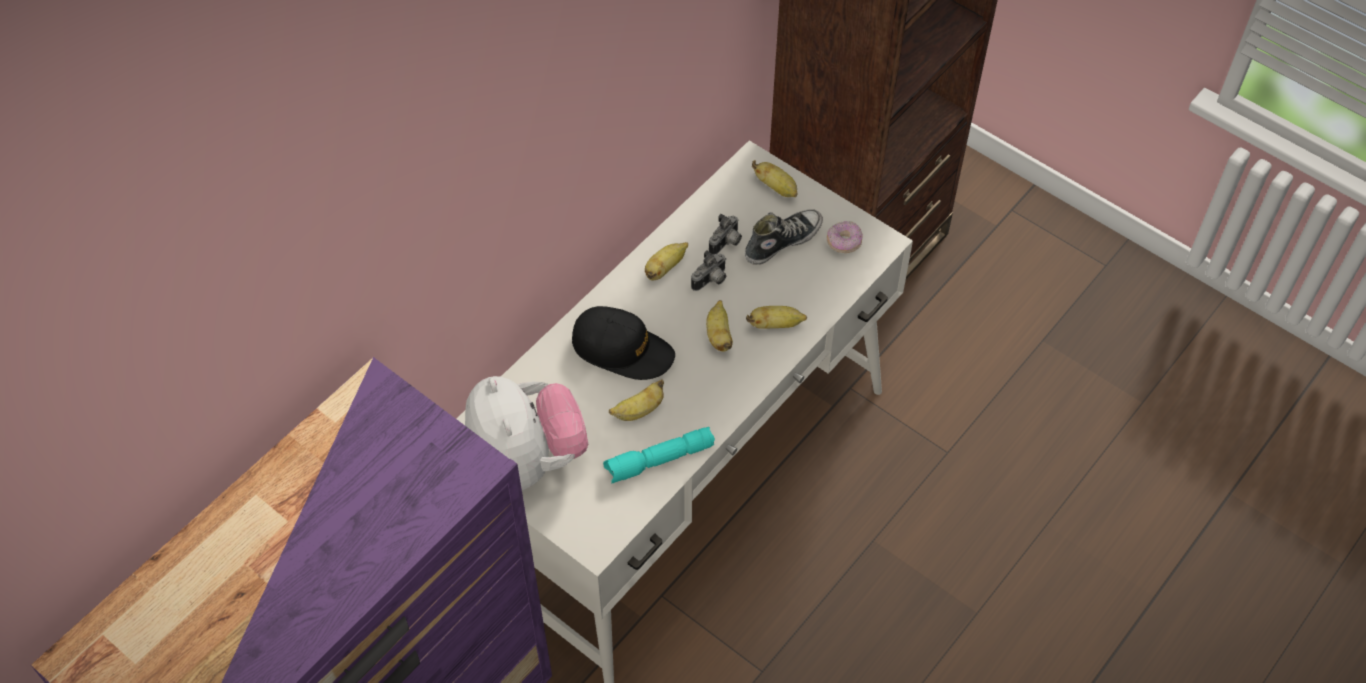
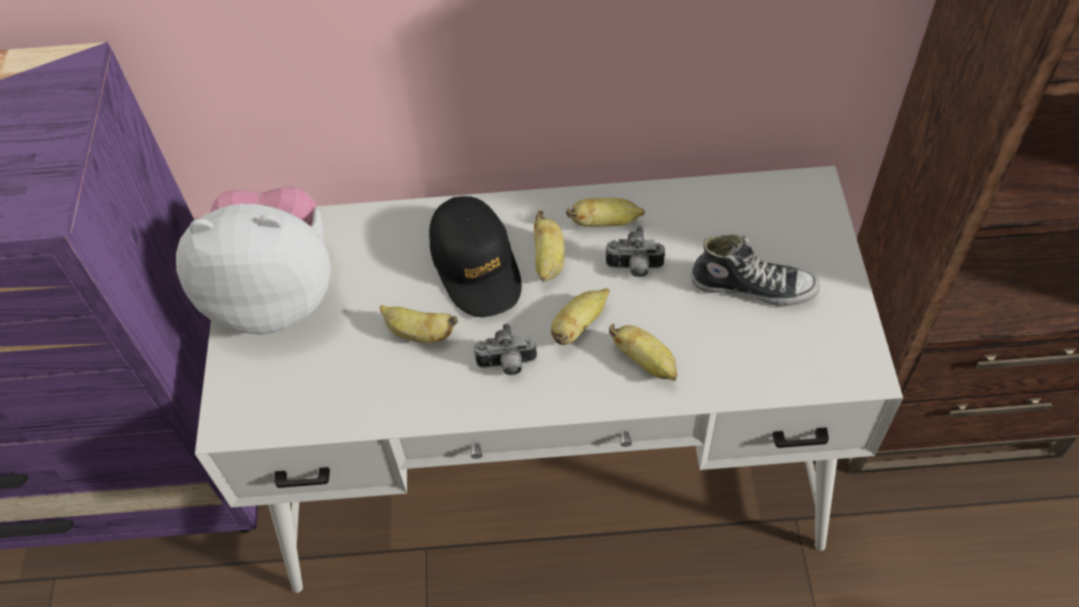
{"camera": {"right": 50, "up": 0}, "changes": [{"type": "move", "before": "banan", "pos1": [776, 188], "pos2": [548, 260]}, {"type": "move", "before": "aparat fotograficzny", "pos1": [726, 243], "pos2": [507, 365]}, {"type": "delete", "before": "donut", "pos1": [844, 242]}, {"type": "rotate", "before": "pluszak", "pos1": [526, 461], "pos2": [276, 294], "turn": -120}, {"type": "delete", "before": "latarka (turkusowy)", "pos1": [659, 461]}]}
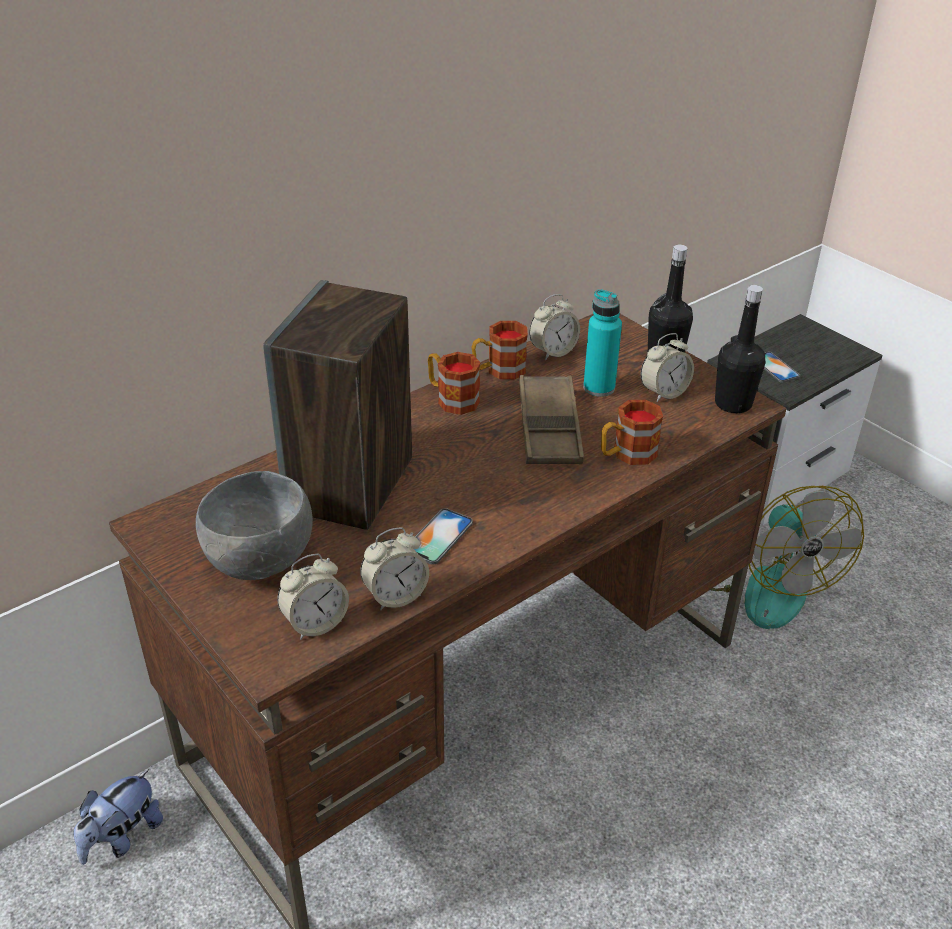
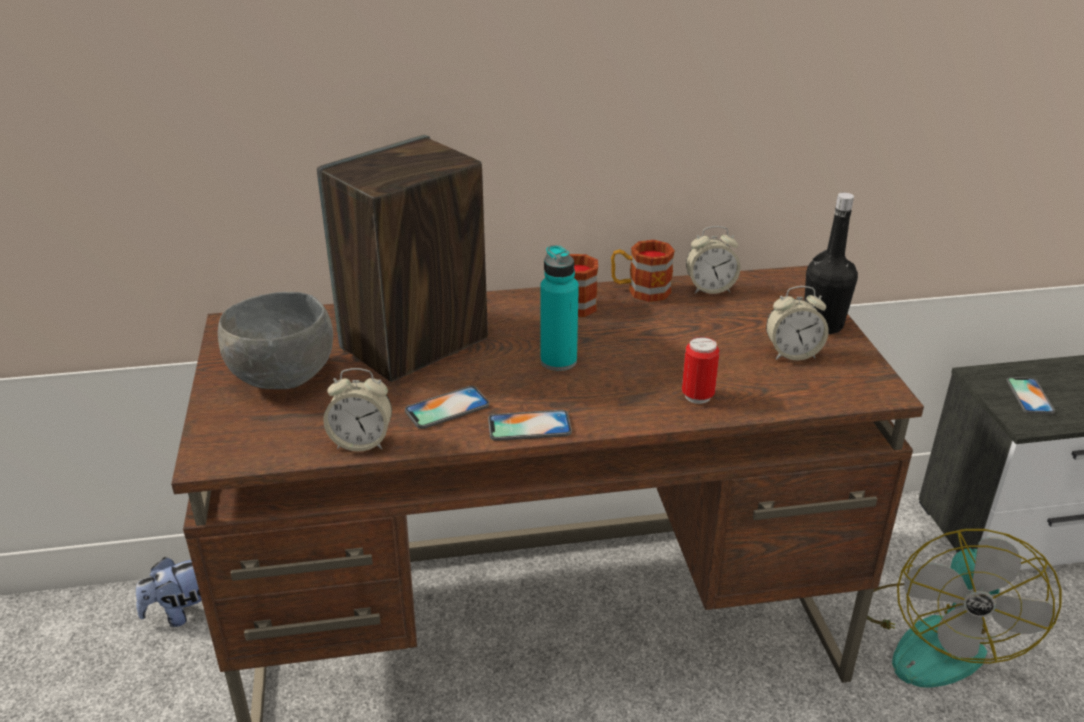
{"camera": {"right": 30, "up": -5}, "changes": [{"type": "delete", "before": "butelka (czarny)", "pos1": [733, 403]}, {"type": "move", "before": "butelka (turkusowy)", "pos1": [599, 388], "pos2": [558, 361]}, {"type": "delete", "before": "taca (brązowy)", "pos1": [549, 427]}, {"type": "replace", "before": "kubek", "after": "puszka", "pos1": [627, 454], "pos2": [697, 396]}, {"type": "delete", "before": "budzik", "pos1": [315, 623]}, {"type": "insert", "after": "telefon", "pos2": [529, 426]}]}
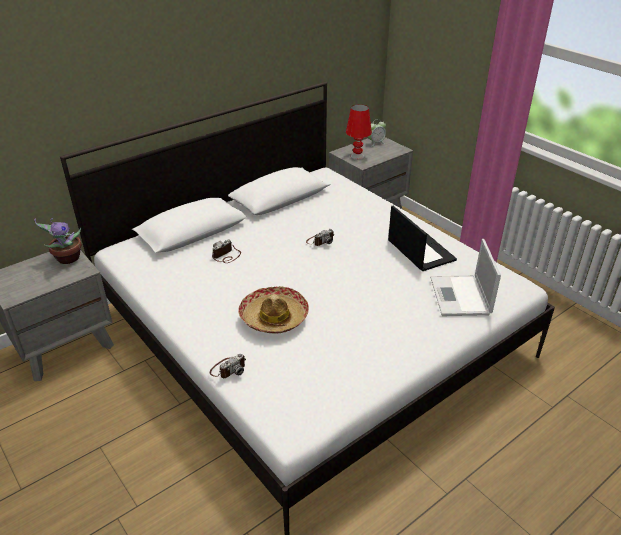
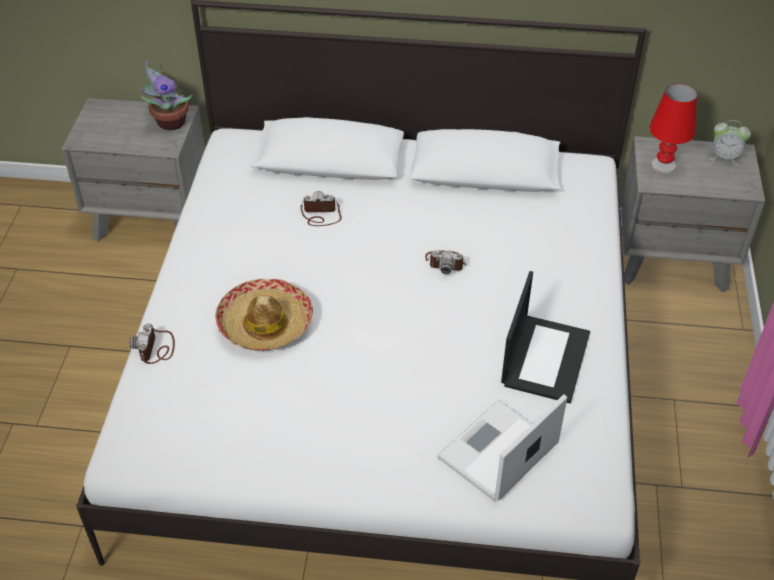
{"camera": {"right": 45, "up": 10}, "changes": [{"type": "rotate", "before": "aparat fotograficzny", "pos1": [228, 369], "pos2": [156, 348], "turn": 90}]}
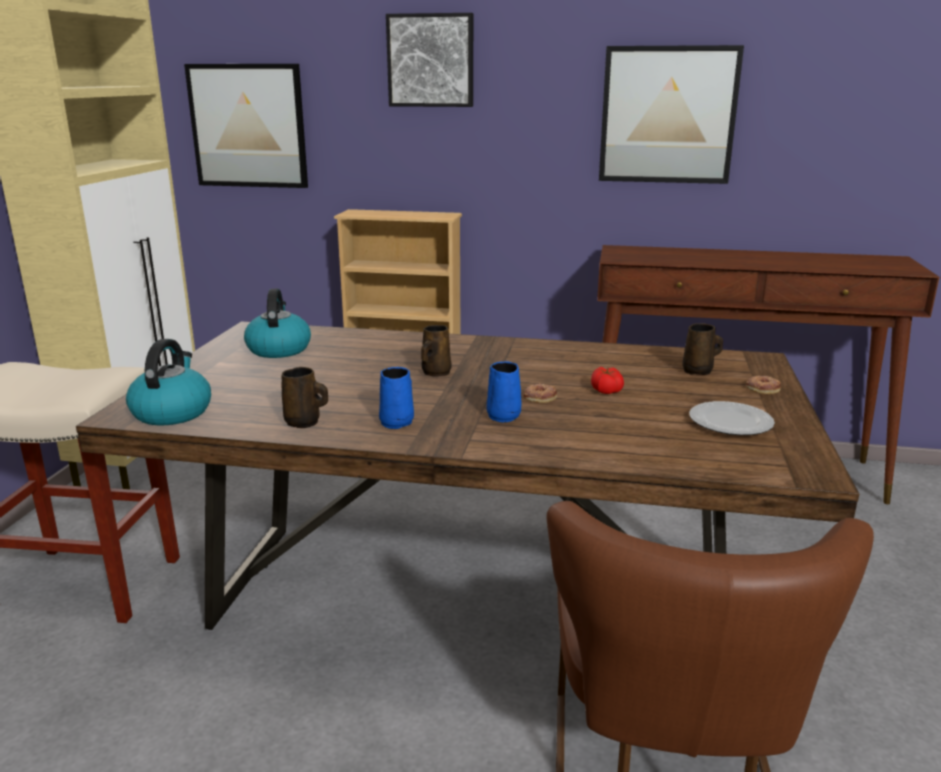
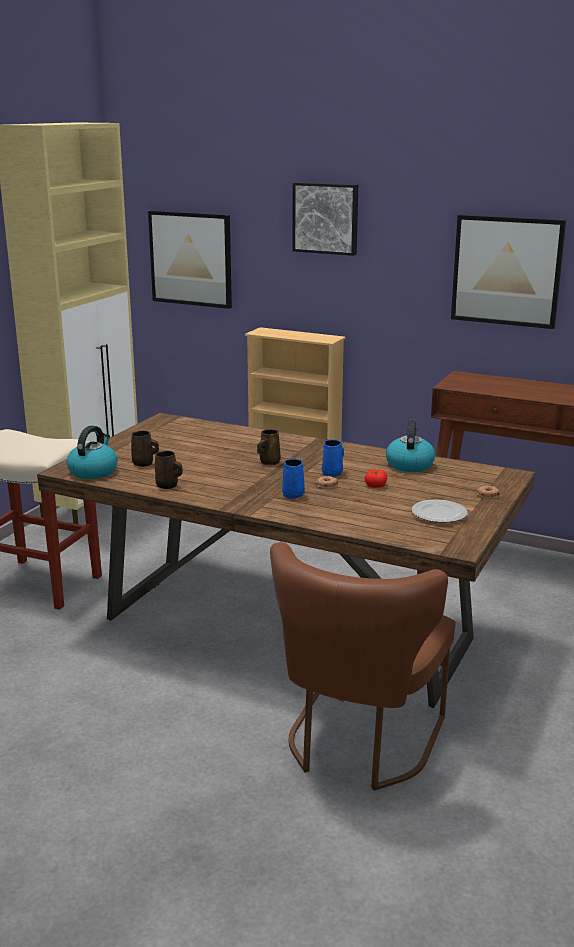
{"camera": {"right": 15, "up": 0}, "changes": [{"type": "move", "before": "czajnik", "pos1": [278, 349], "pos2": [409, 464]}, {"type": "move", "before": "kubek (brązowy)", "pos1": [699, 371], "pos2": [144, 464]}, {"type": "move", "before": "kubek (niebieski)", "pos1": [398, 422], "pos2": [333, 473]}]}
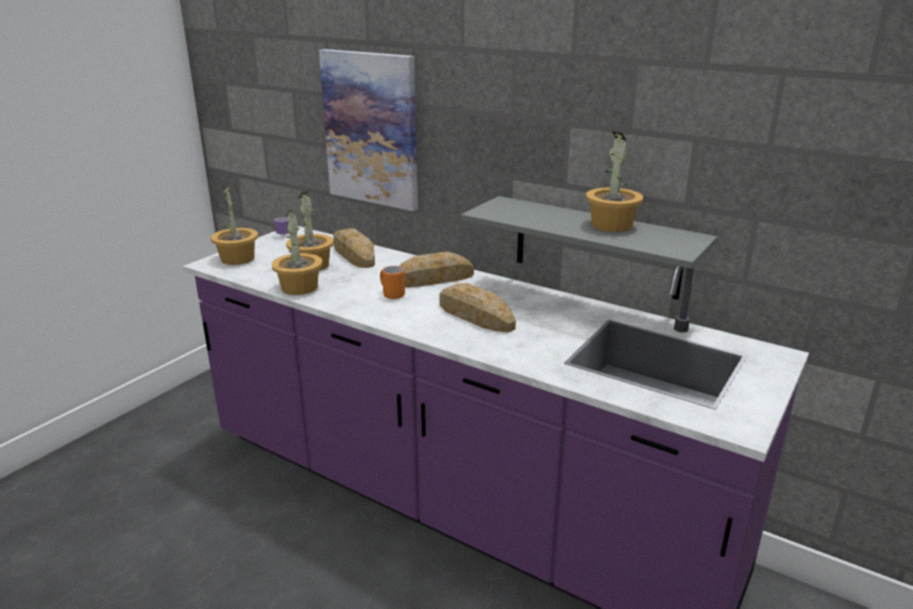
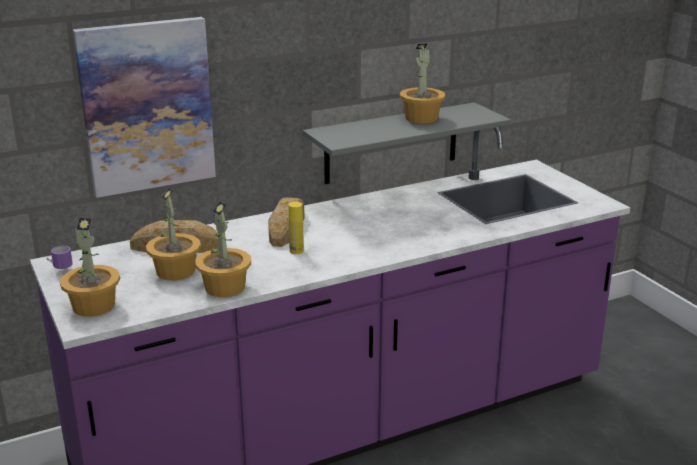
{"camera": {"right": -60, "up": 0}, "changes": [{"type": "replace", "before": "kubek (pomarańczowy)", "after": "butelka (żółty)", "pos1": [391, 294], "pos2": [296, 251]}, {"type": "delete", "before": "chleb", "pos1": [475, 315]}]}
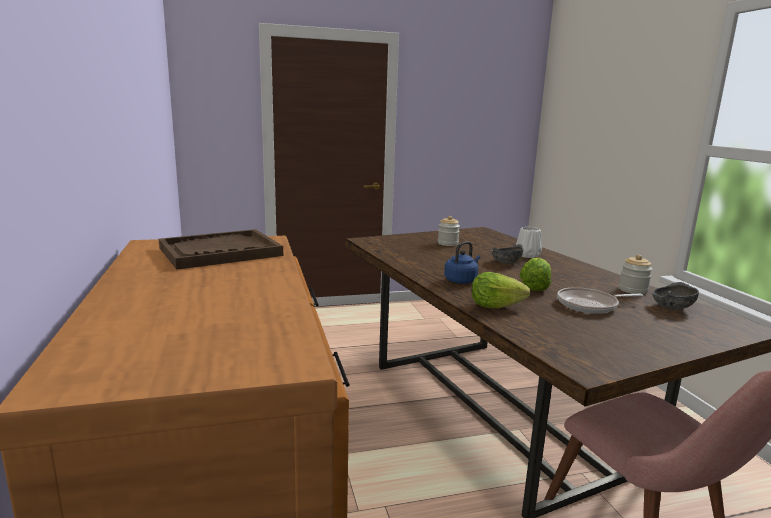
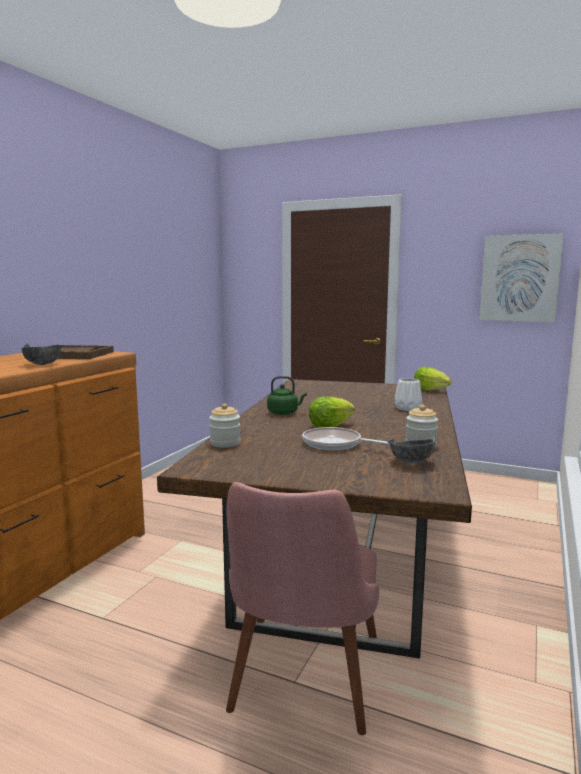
{"camera": {"right": 40, "up": -5}, "changes": [{"type": "move", "before": "słoik", "pos1": [448, 243], "pos2": [225, 443]}, {"type": "recolor", "before": "czajnik (niebieski)", "after": "czajnik (zielony)", "pos1": [461, 280], "pos2": [284, 413]}, {"type": "move", "before": "miska (szary)", "pos1": [505, 262], "pos2": [43, 364]}, {"type": "move", "before": "sałata", "pos1": [495, 306], "pos2": [430, 390]}, {"type": "insert", "after": "obraz", "pos2": [520, 278]}]}
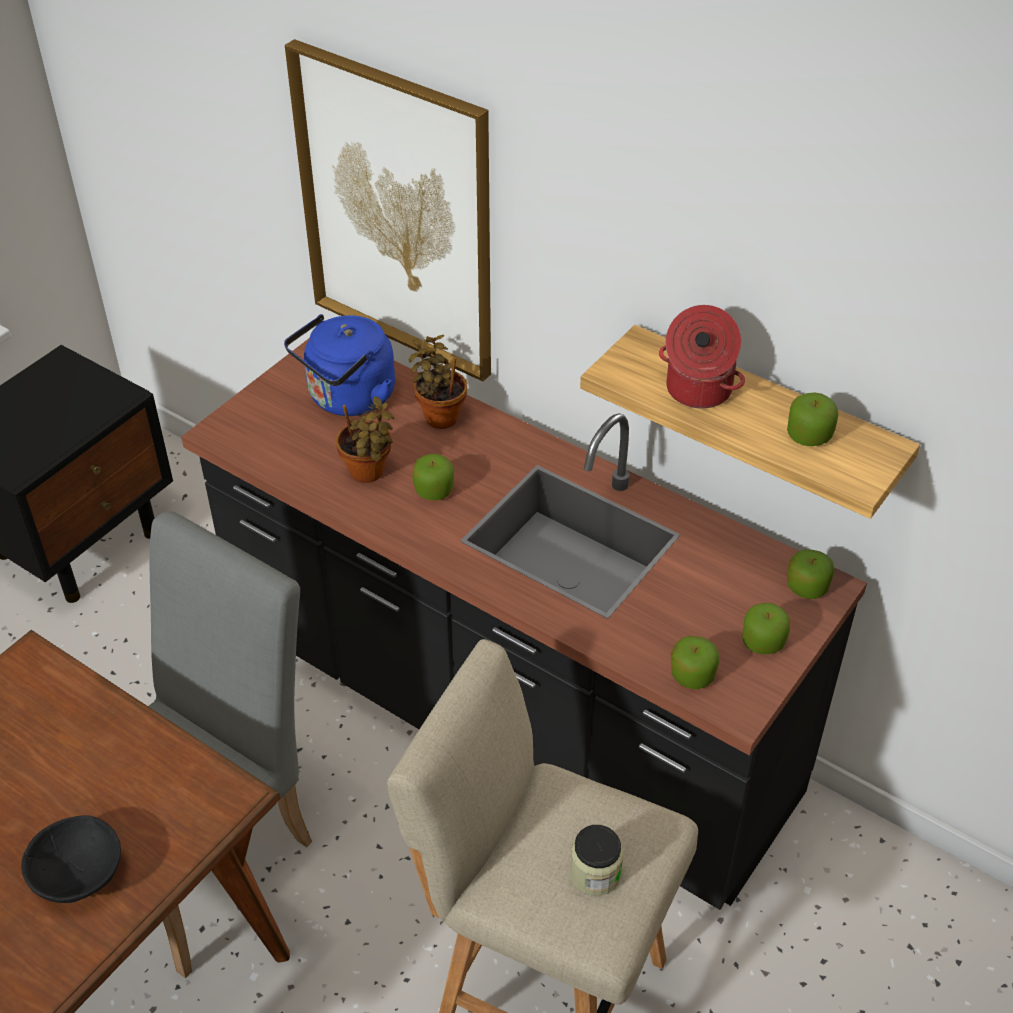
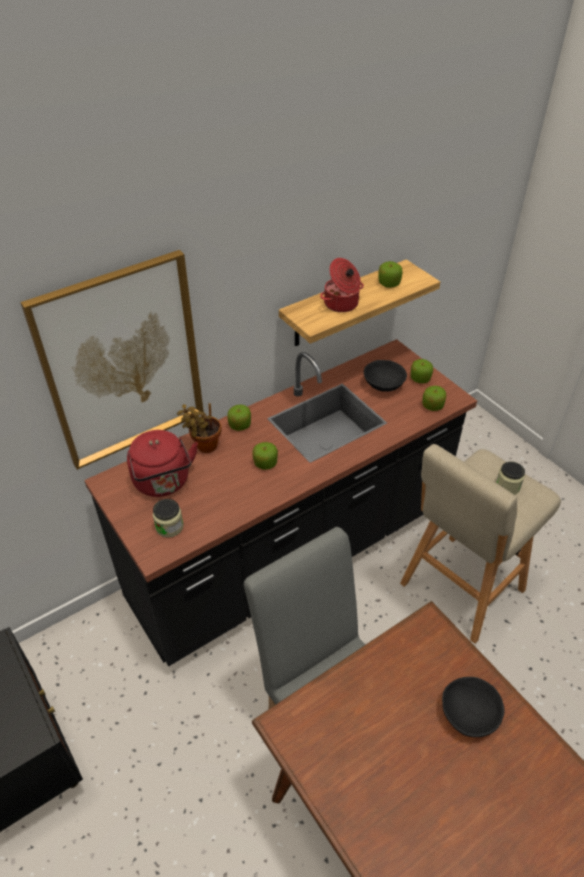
{"camera": {"right": -70, "up": 0}, "changes": [{"type": "recolor", "before": "czajnik (niebieski)", "after": "czajnik (czerwony)", "pos1": [348, 399], "pos2": [163, 483]}, {"type": "delete", "before": "roślina doniczkowa", "pos1": [369, 474]}, {"type": "move", "before": "jabłko", "pos1": [806, 587], "pos2": [240, 425]}, {"type": "insert", "after": "miska (czarny)", "pos2": [383, 384]}, {"type": "insert", "after": "słoik", "pos2": [169, 527]}]}
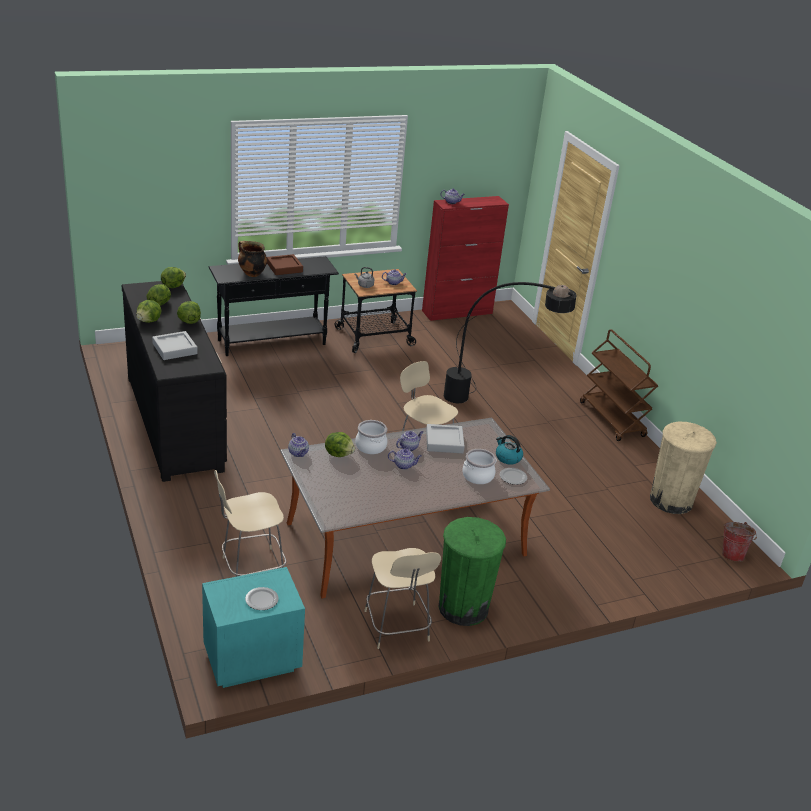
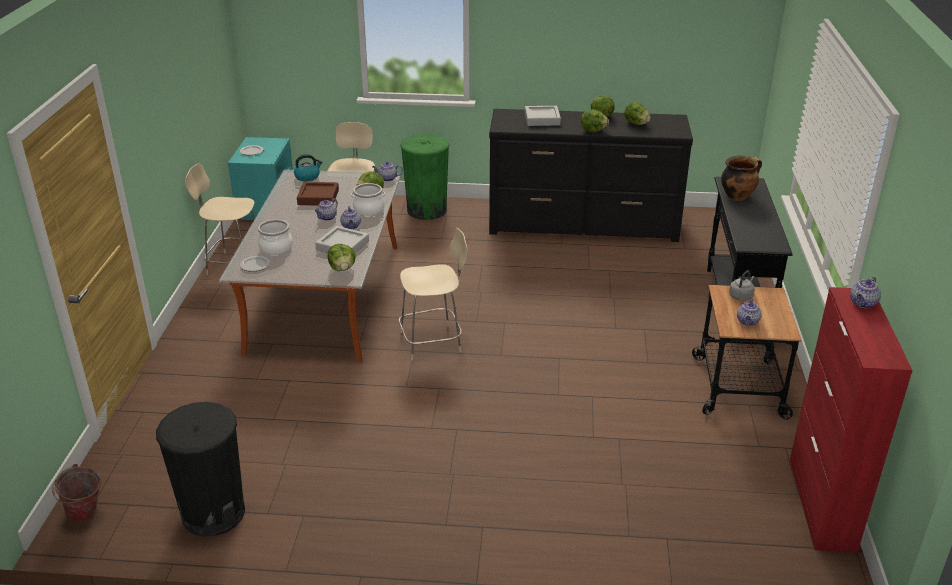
{"camera": {"right": 120, "up": 0}, "changes": [{"type": "move", "before": "taca (brązowy)", "pos1": [284, 267], "pos2": [318, 197]}, {"type": "move", "before": "sałata", "pos1": [173, 286], "pos2": [342, 268]}, {"type": "delete", "before": "lampa stojąca (czarny)", "pos1": [488, 402]}, {"type": "delete", "before": "wózek (brązowy)", "pos1": [612, 420]}, {"type": "recolor", "before": "kosz na śmieci (beżowy)", "after": "kosz na śmieci (czarny)", "pos1": [671, 500], "pos2": [213, 513]}, {"type": "move", "before": "czajnik", "pos1": [507, 458], "pos2": [307, 177]}, {"type": "move", "before": "kosz na śmieci (zielony)", "pos1": [463, 607], "pos2": [427, 210]}]}
